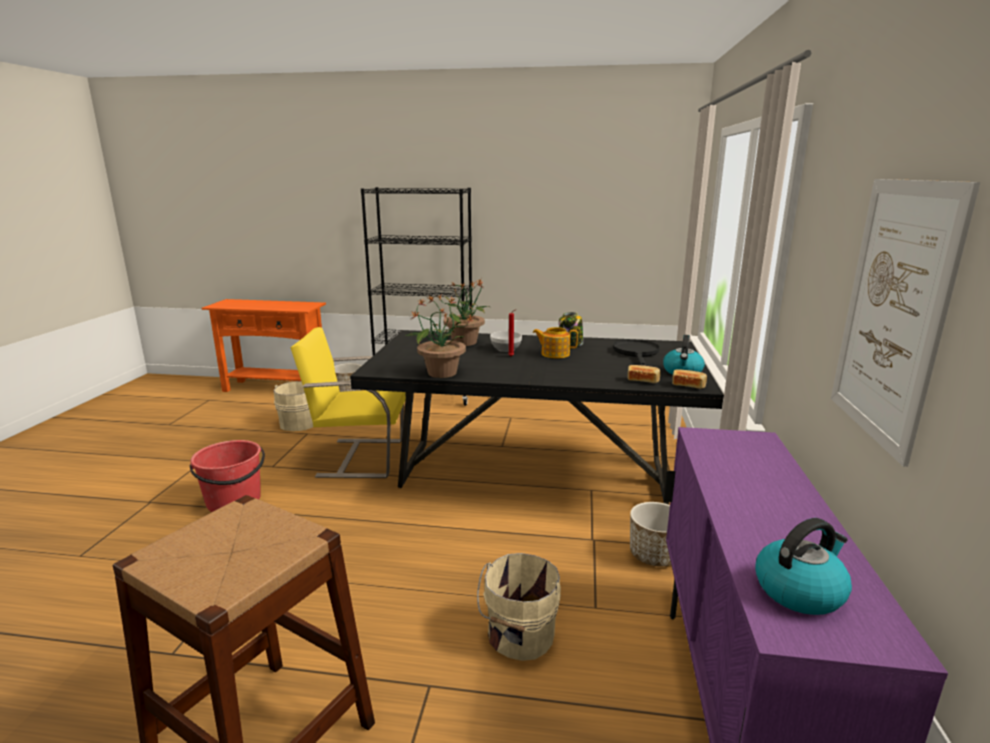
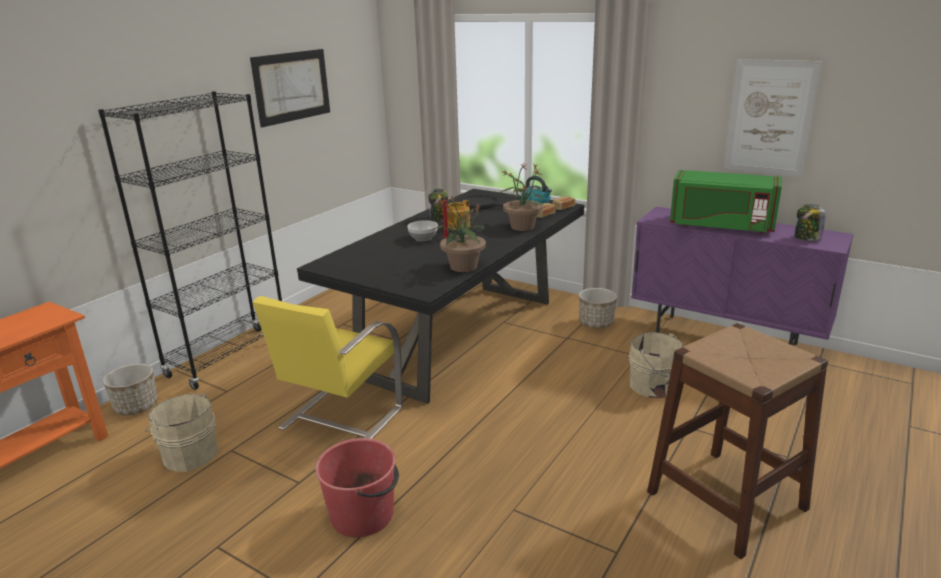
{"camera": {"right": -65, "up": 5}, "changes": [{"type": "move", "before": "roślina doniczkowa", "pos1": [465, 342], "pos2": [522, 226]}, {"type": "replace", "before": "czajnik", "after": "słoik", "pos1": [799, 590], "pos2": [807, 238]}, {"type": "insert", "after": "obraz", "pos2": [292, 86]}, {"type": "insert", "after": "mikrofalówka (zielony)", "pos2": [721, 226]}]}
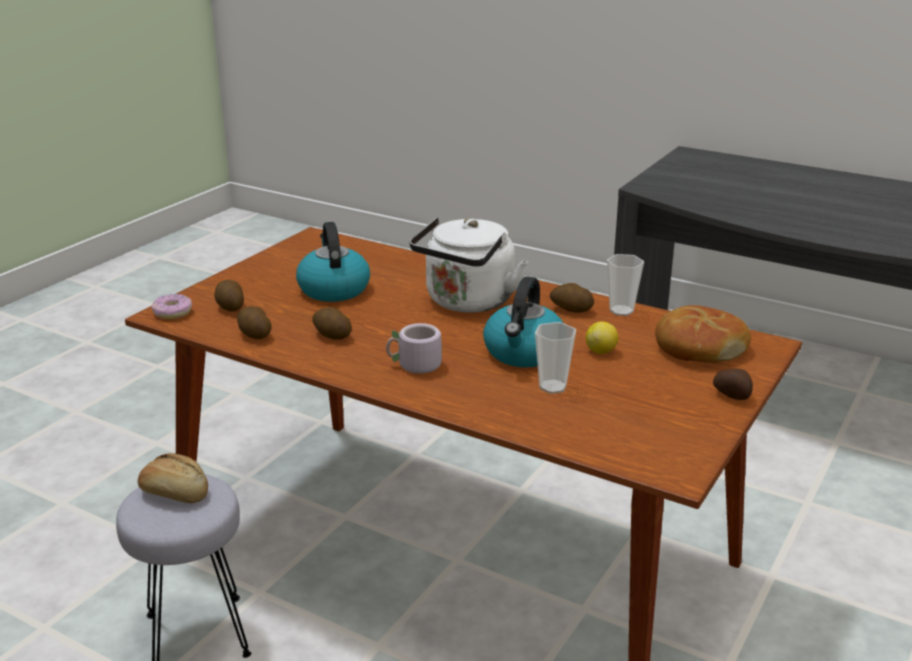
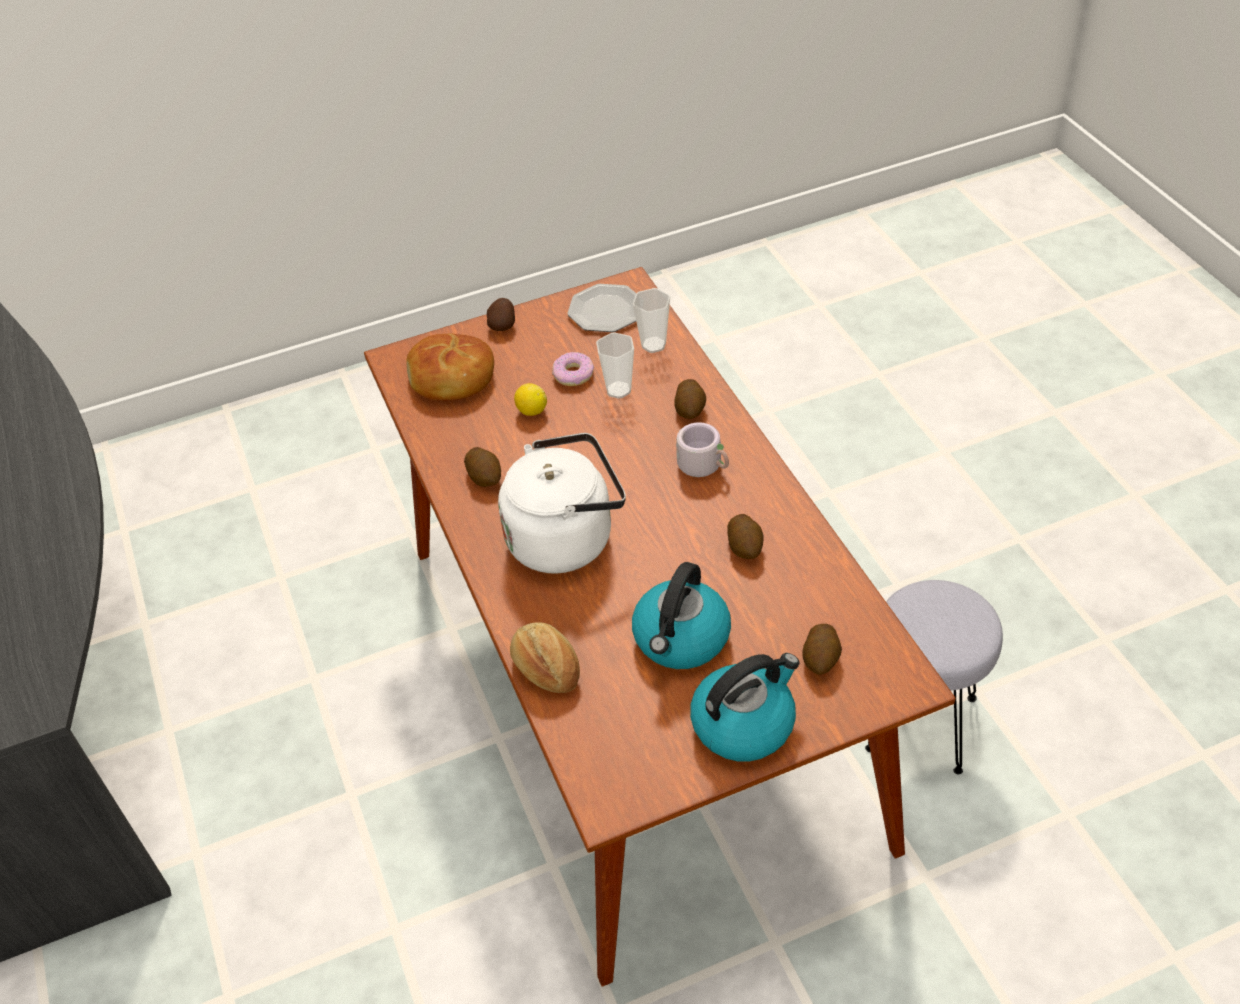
{"camera": {"right": -140, "up": 20}, "changes": [{"type": "move", "before": "filiżanka", "pos1": [621, 311], "pos2": [653, 345]}, {"type": "move", "before": "czajnik", "pos1": [524, 353], "pos2": [744, 723]}, {"type": "move", "before": "donut", "pos1": [172, 312], "pos2": [574, 374]}, {"type": "move", "before": "ziemniak", "pos1": [254, 334], "pos2": [690, 410]}, {"type": "move", "before": "chleb", "pos1": [175, 493], "pos2": [545, 668]}, {"type": "insert", "after": "talerz", "pos2": [606, 310]}]}
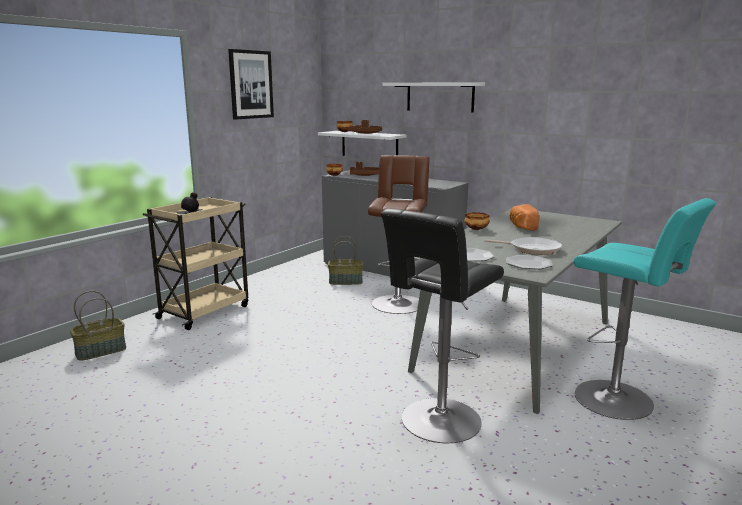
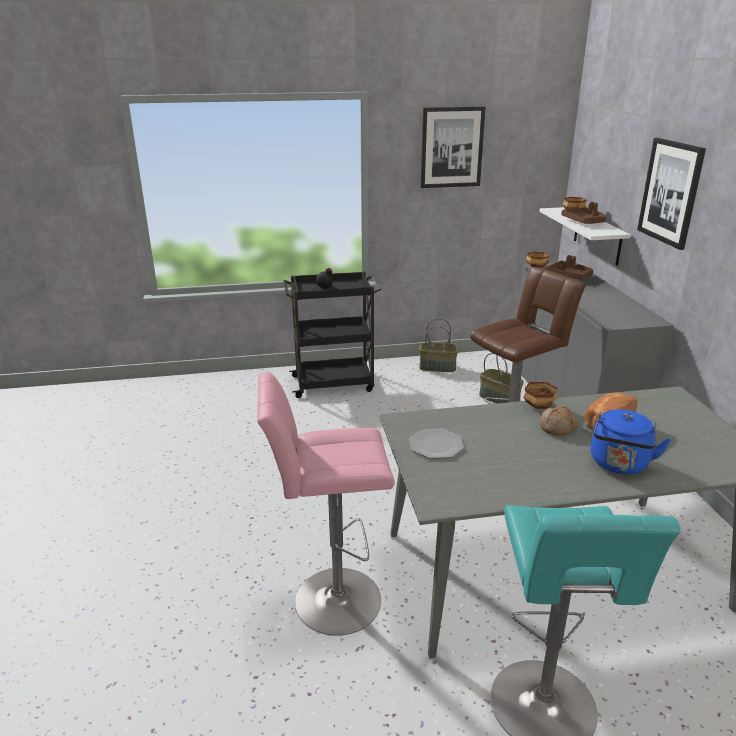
{"camera": {"right": 45, "up": 10}, "changes": [{"type": "replace", "before": "półka (biały)", "after": "obraz", "pos1": [440, 97], "pos2": [670, 192]}, {"type": "recolor", "before": "wózek (beżowy)", "after": "wózek (czarny)", "pos1": [205, 311], "pos2": [334, 383]}, {"type": "recolor", "before": "stołek (czarny)", "after": "stołek (różowy)", "pos1": [438, 422], "pos2": [331, 601]}, {"type": "delete", "before": "patelnia", "pos1": [532, 249]}, {"type": "delete", "before": "talerz", "pos1": [528, 264]}, {"type": "move", "before": "koszyk", "pos1": [101, 351], "pos2": [438, 367]}, {"type": "insert", "after": "chleb", "pos2": [558, 428]}, {"type": "insert", "after": "czajnik (niebieski)", "pos2": [619, 465]}]}
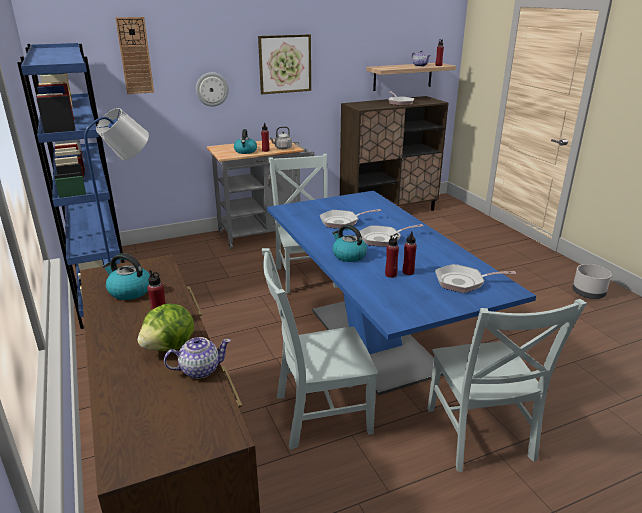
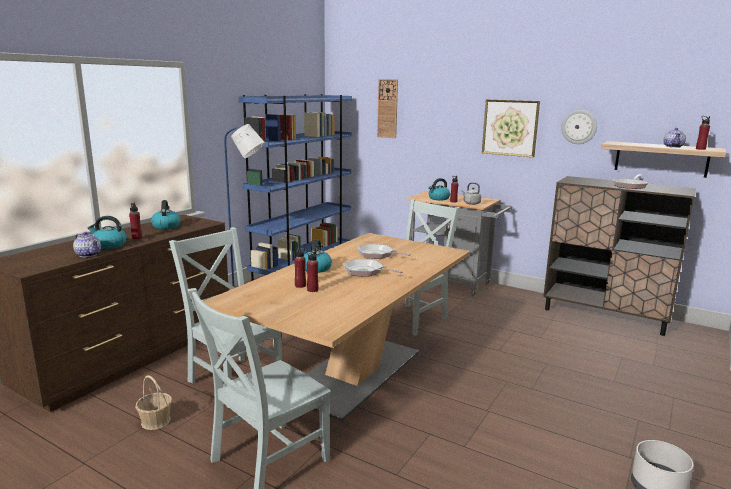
{"camera": {"right": 55, "up": -10}, "changes": [{"type": "move", "before": "zegar ścienny", "pos1": [212, 89], "pos2": [579, 127]}, {"type": "recolor", "before": "stół jadalny (niebieski)", "after": "stół jadalny (beżowy)", "pos1": [373, 340], "pos2": [354, 374]}, {"type": "delete", "before": "patelnia", "pos1": [463, 282]}, {"type": "replace", "before": "sałata", "after": "czajnik", "pos1": [170, 347], "pos2": [109, 245]}, {"type": "insert", "after": "koszyk", "pos2": [155, 421]}]}
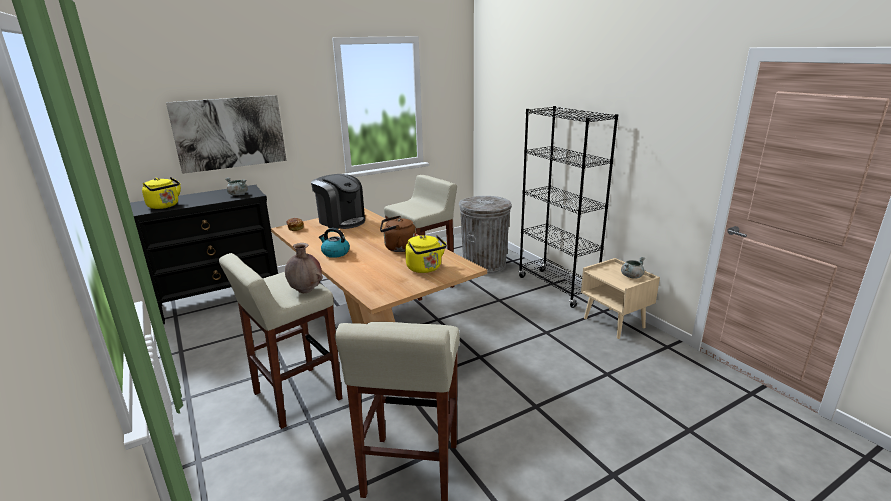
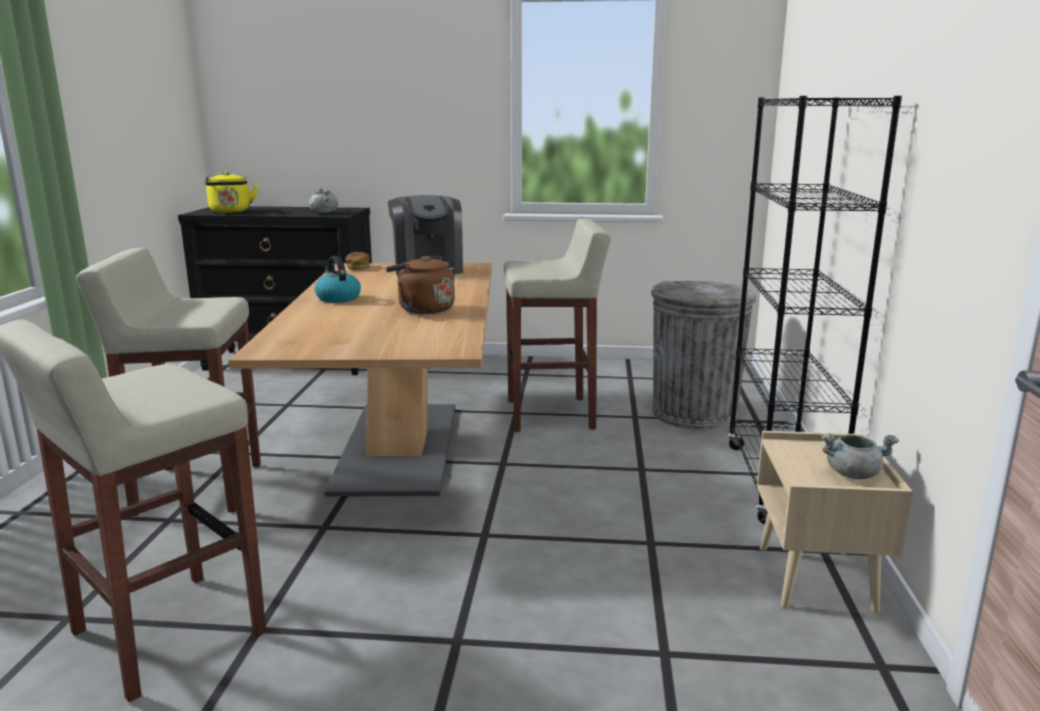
{"camera": {"right": 35, "up": -5}, "changes": [{"type": "delete", "before": "obraz", "pos1": [230, 133]}, {"type": "delete", "before": "czajnik (żółty)", "pos1": [425, 268]}, {"type": "delete", "before": "wazon (brązowy)", "pos1": [306, 291]}]}
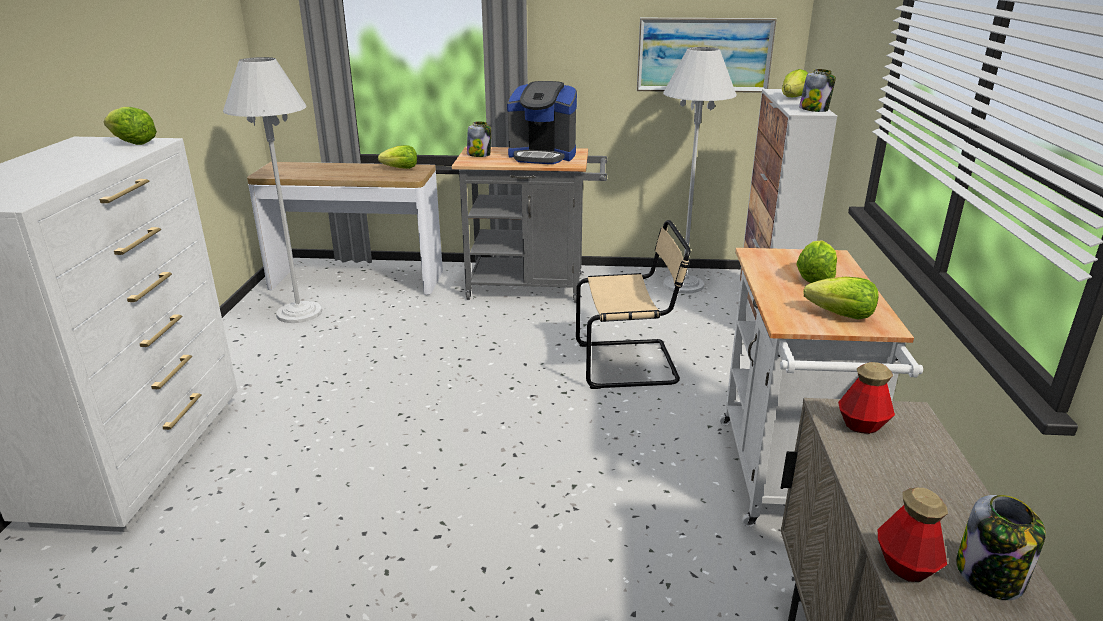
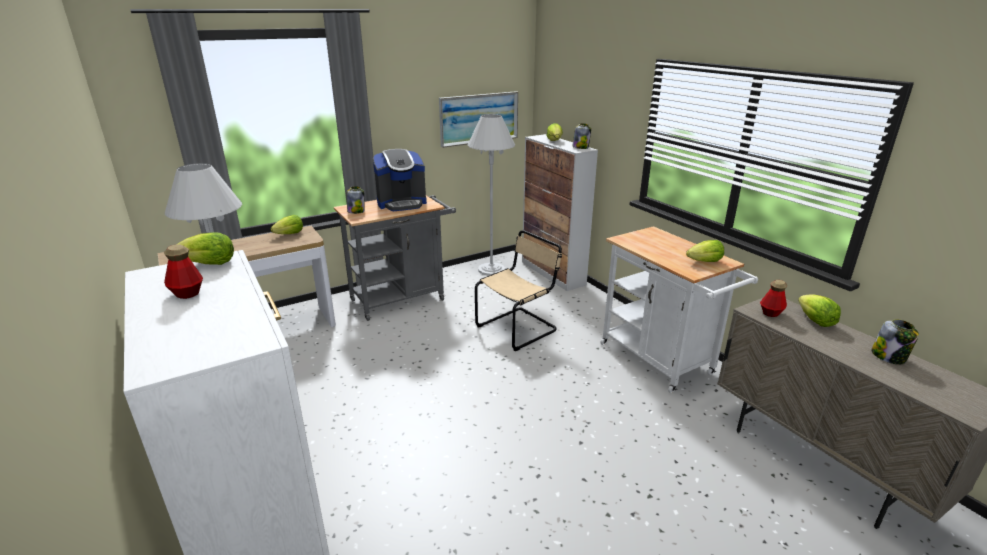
{"camera": {"right": -35, "up": 0}, "changes": [{"type": "move", "before": "sałata", "pos1": [814, 278], "pos2": [815, 321]}, {"type": "move", "before": "butelka", "pos1": [905, 566], "pos2": [187, 293]}]}
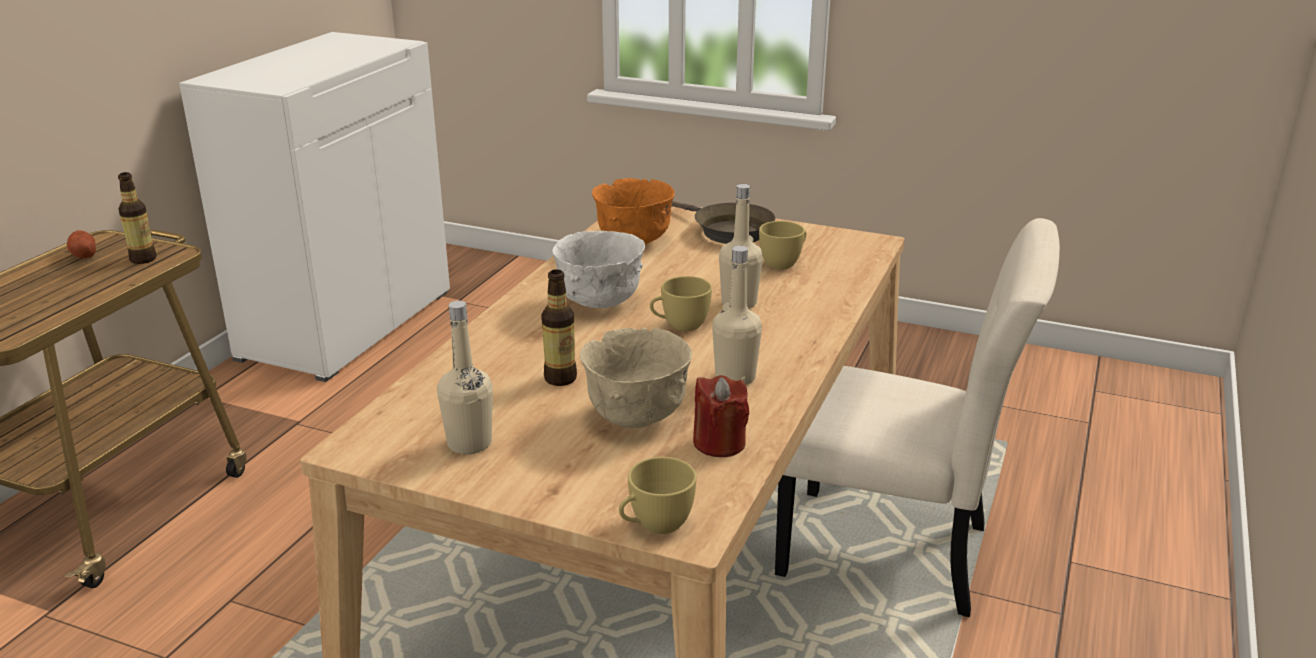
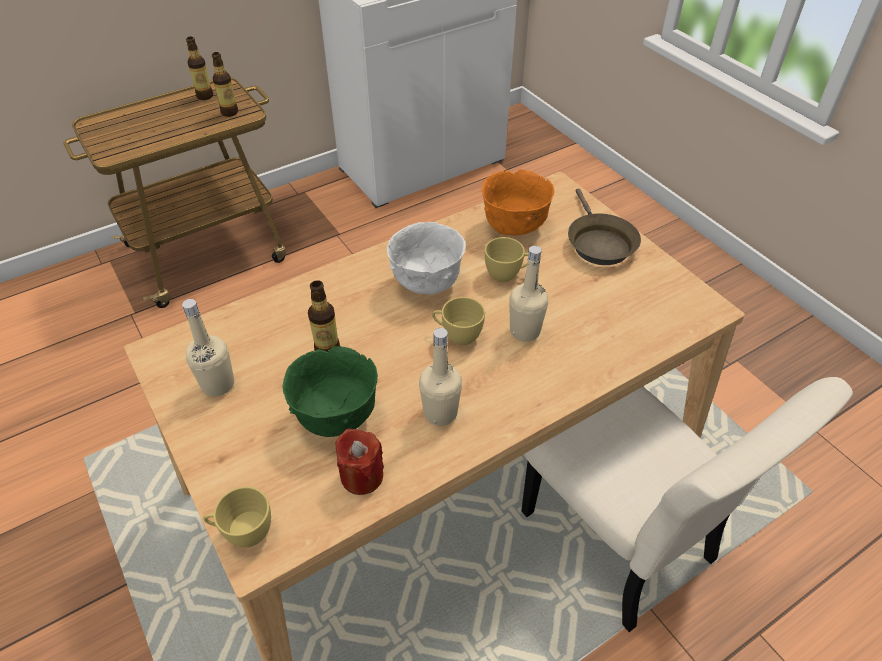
{"camera": {"right": 35, "up": 20}, "changes": [{"type": "move", "before": "filiżanka (żółty)", "pos1": [784, 263], "pos2": [507, 274]}, {"type": "replace", "before": "ziemniak", "after": "butelka", "pos1": [83, 254], "pos2": [205, 96]}, {"type": "recolor", "before": "miska (beżowy)", "after": "miska (zielony)", "pos1": [637, 417], "pos2": [336, 417]}]}
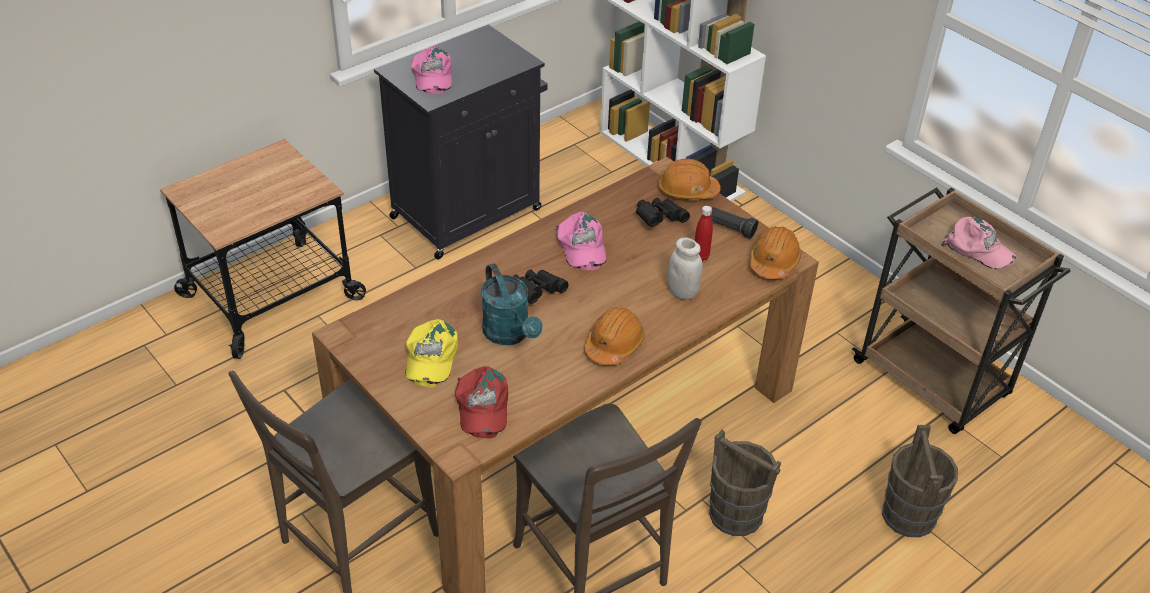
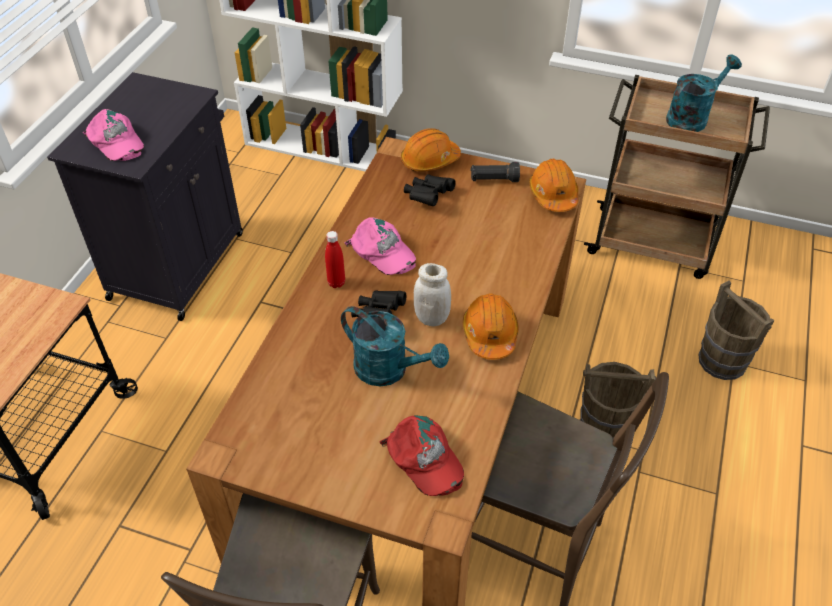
{"camera": {"right": -30, "up": 5}, "changes": [{"type": "move", "before": "butelka (czerwony)", "pos1": [701, 256], "pos2": [336, 283]}, {"type": "replace", "before": "czapka z daszkiem (różowy)", "after": "konewka (turkusowy)", "pos1": [978, 249], "pos2": [692, 117]}, {"type": "move", "before": "słoik (biały)", "pos1": [683, 292], "pos2": [432, 318]}, {"type": "delete", "before": "czapka z daszkiem (żółty)", "pos1": [430, 357]}]}
